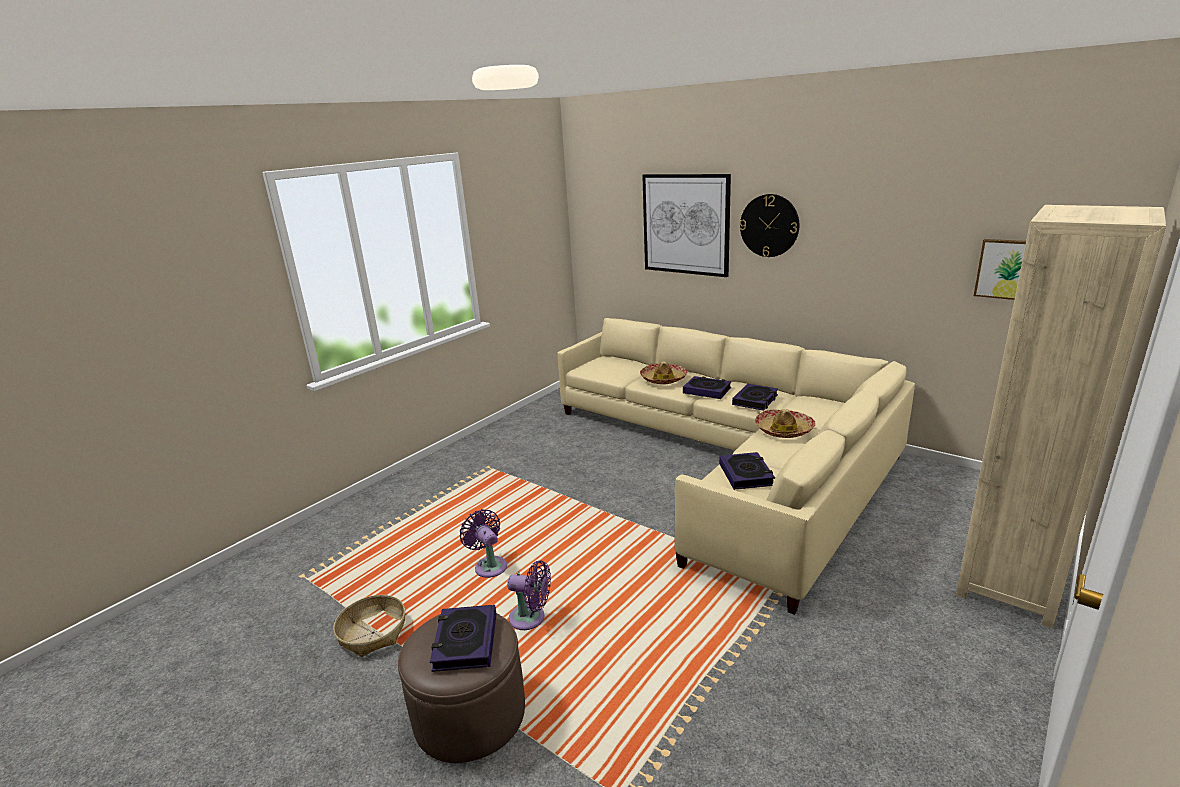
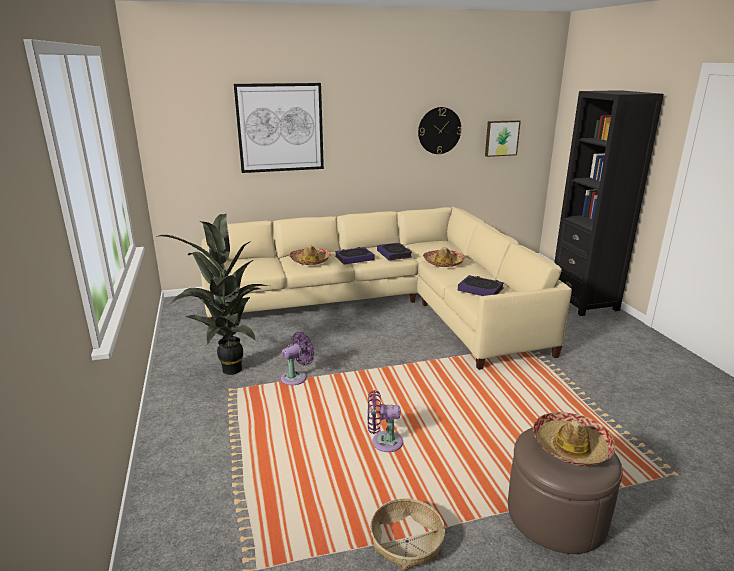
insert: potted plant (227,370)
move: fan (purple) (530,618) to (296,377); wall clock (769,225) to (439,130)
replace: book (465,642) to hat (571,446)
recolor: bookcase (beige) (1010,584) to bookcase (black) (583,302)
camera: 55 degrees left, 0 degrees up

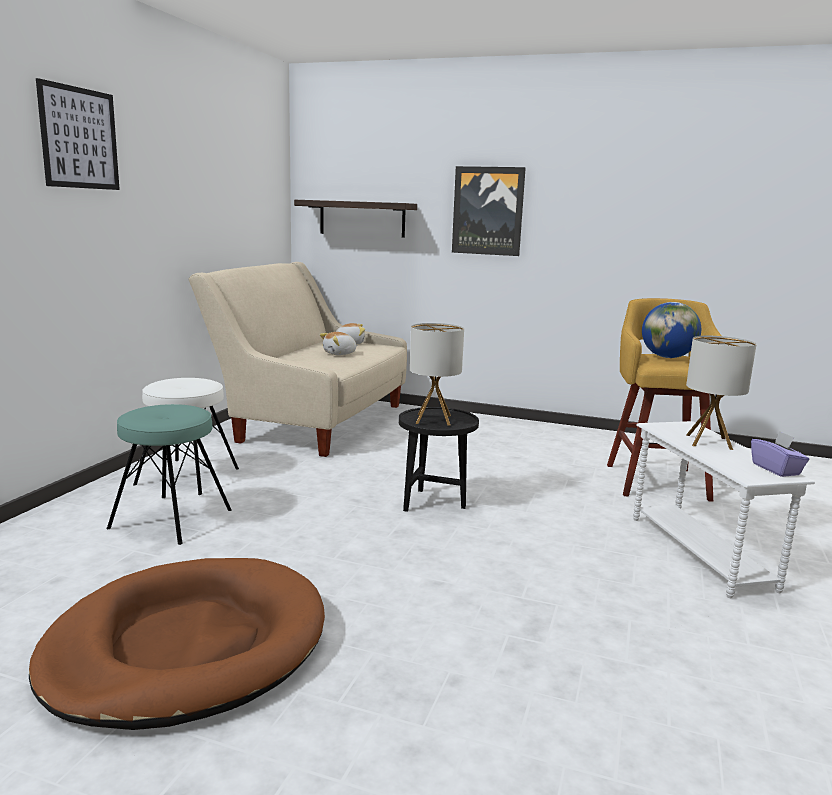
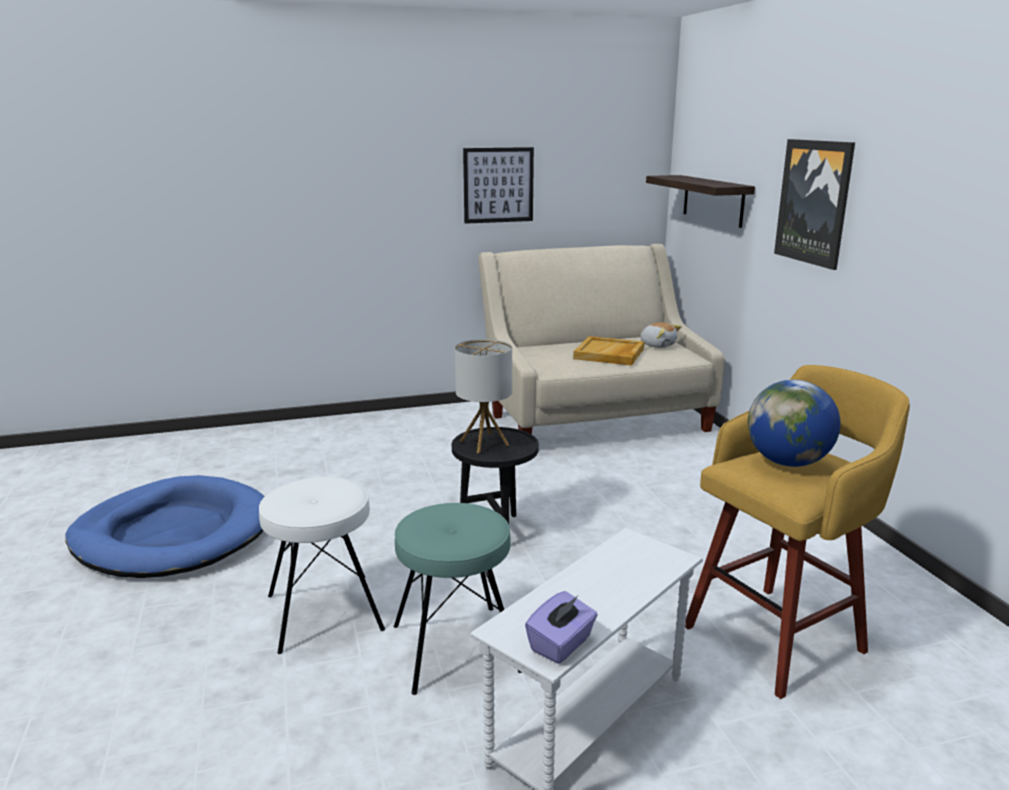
delete: table lamp (709,442)
move: picture (79,138) to (498,185); stool (turquoise) (171,519) to (455,648); stool (white) (187,476) to (324,612)
replace: plush toy (340,354) to tray (beige) (609,354)
recolor: dog bed (brown) (187,647) to dog bed (blue) (173,534)
camera: 55 degrees right, 5 degrees up

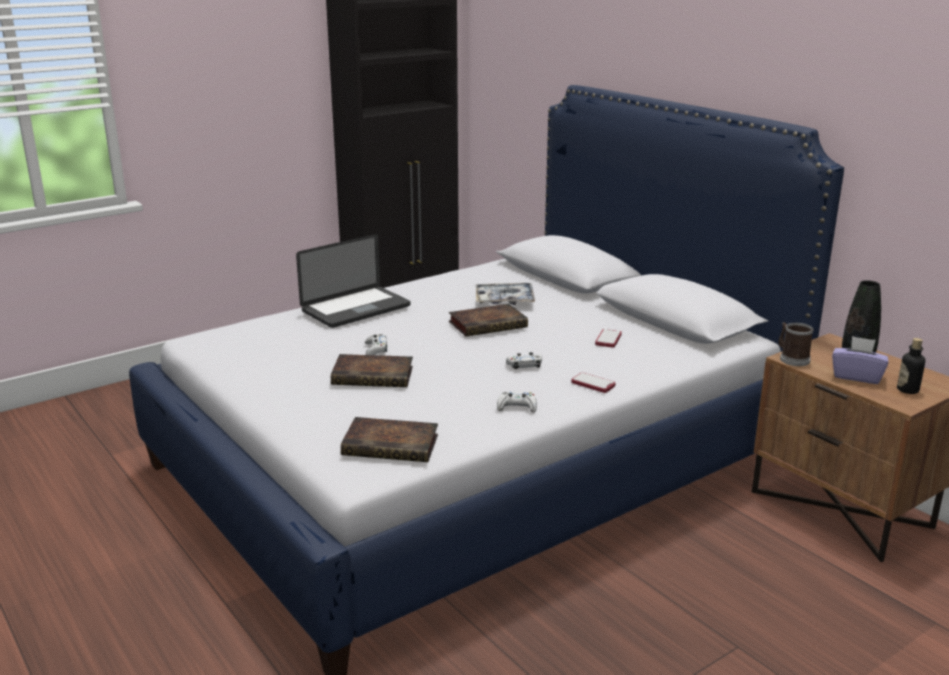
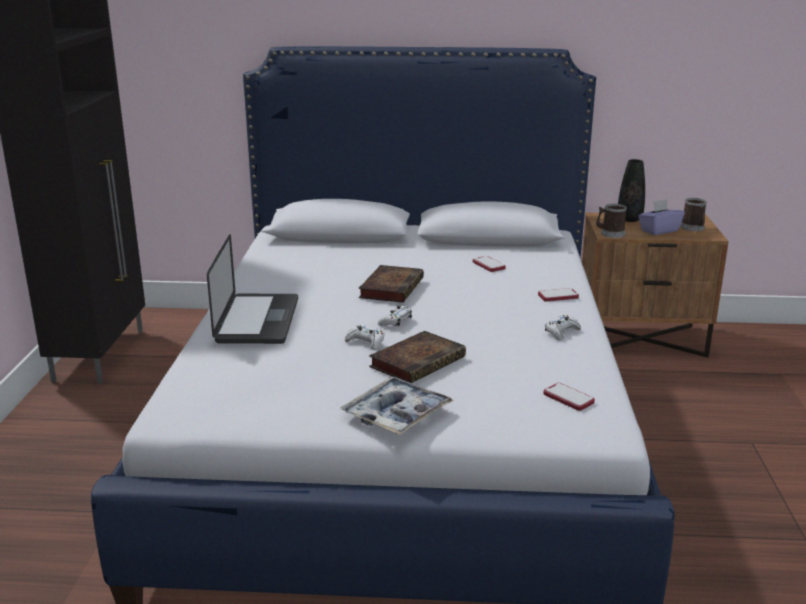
move: tray (504,300) to (396,414); game controller (white) (524,365) to (395,321)
replace: book (393,445) to phone (568,398); bottle (907,390) to mug (693,228)
camera: 50 degrees left, 0 degrees up

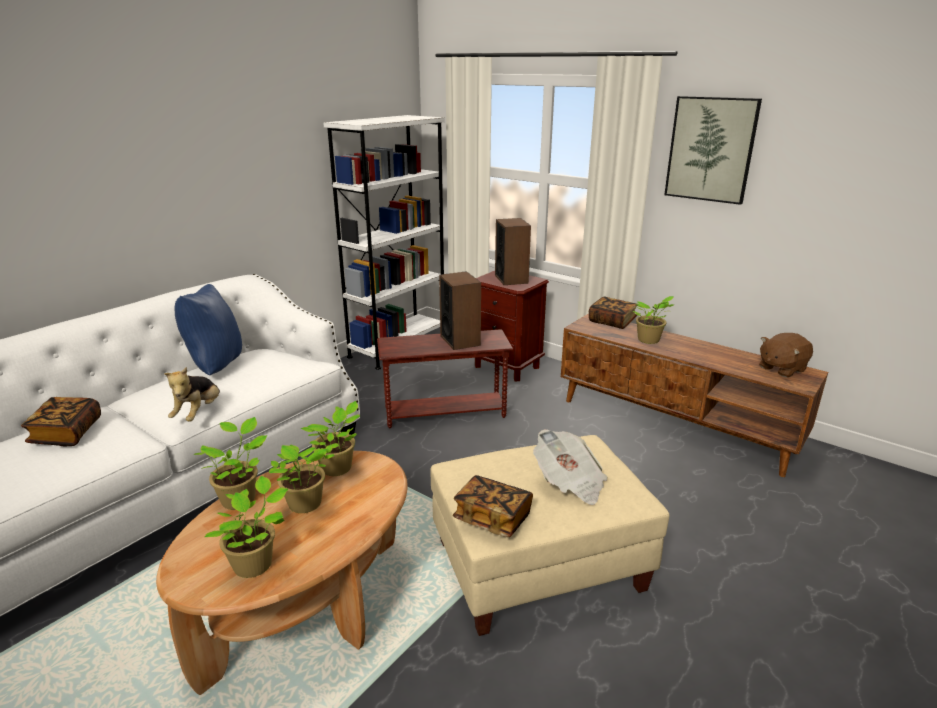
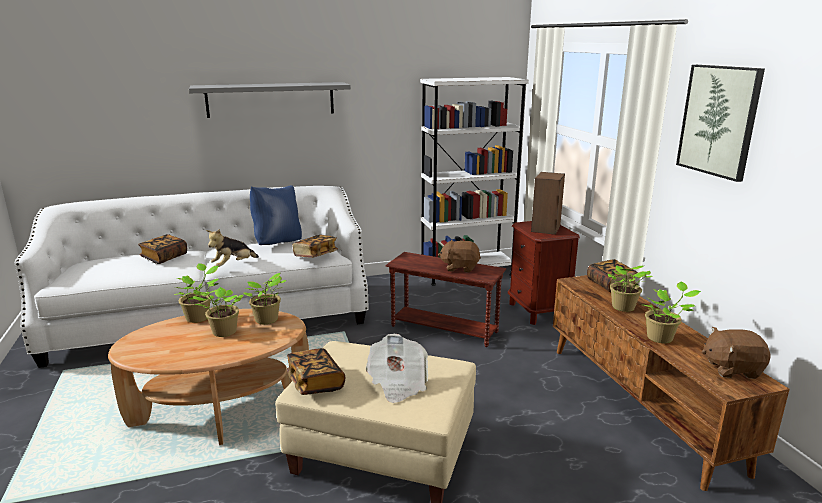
insert: shelf (grey) (271,99); book (315,255)
move: potted plant (256,564) to (662,338)
replace: speaker (460,340) to plush toy (brown) (460,267)
camera: 35 degrees right, 5 degrees down

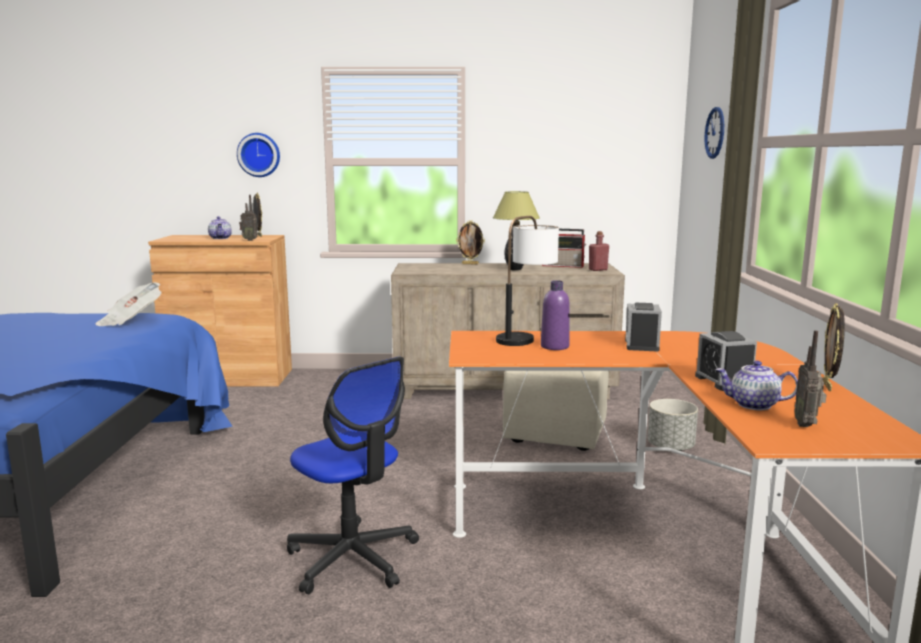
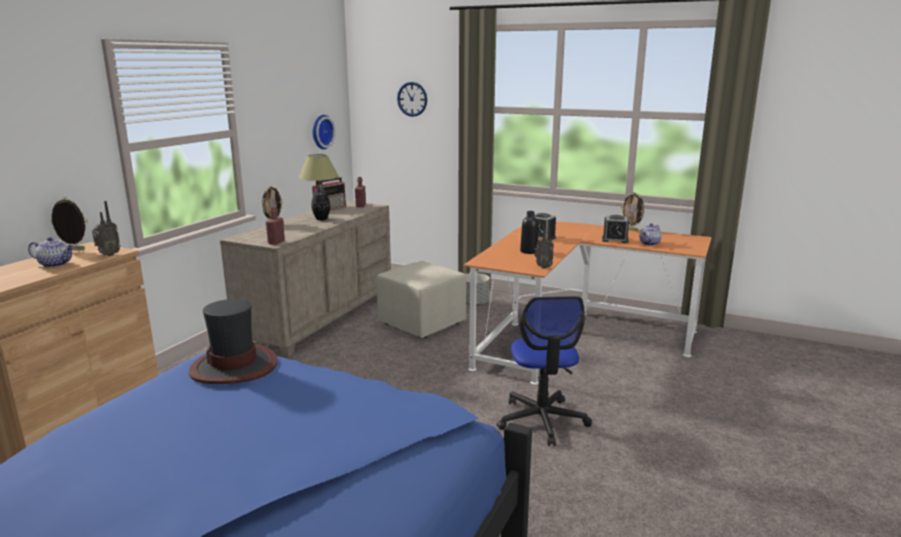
delete: table lamp (526,337)
insert: bottle (red) (276,242)
move: wall clock (259,155) to (321,131); radio (807,425) to (544,267)
replace: newspaper (130,321) to hat (234,366)
recolor: bottle (purple) (554,346) to bottle (black) (529,251)
rotate: office chair (353,558) = (542,420) 105 degrees clockwise
camera: 65 degrees left, 5 degrees up

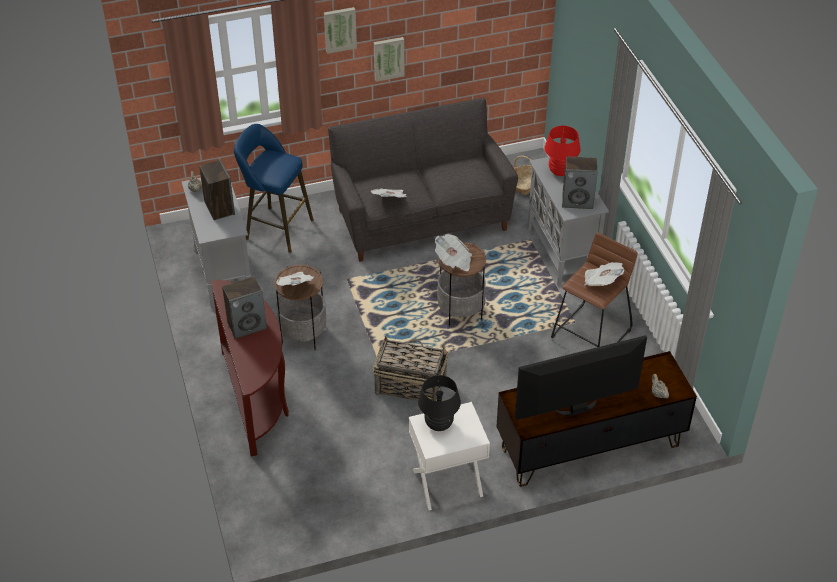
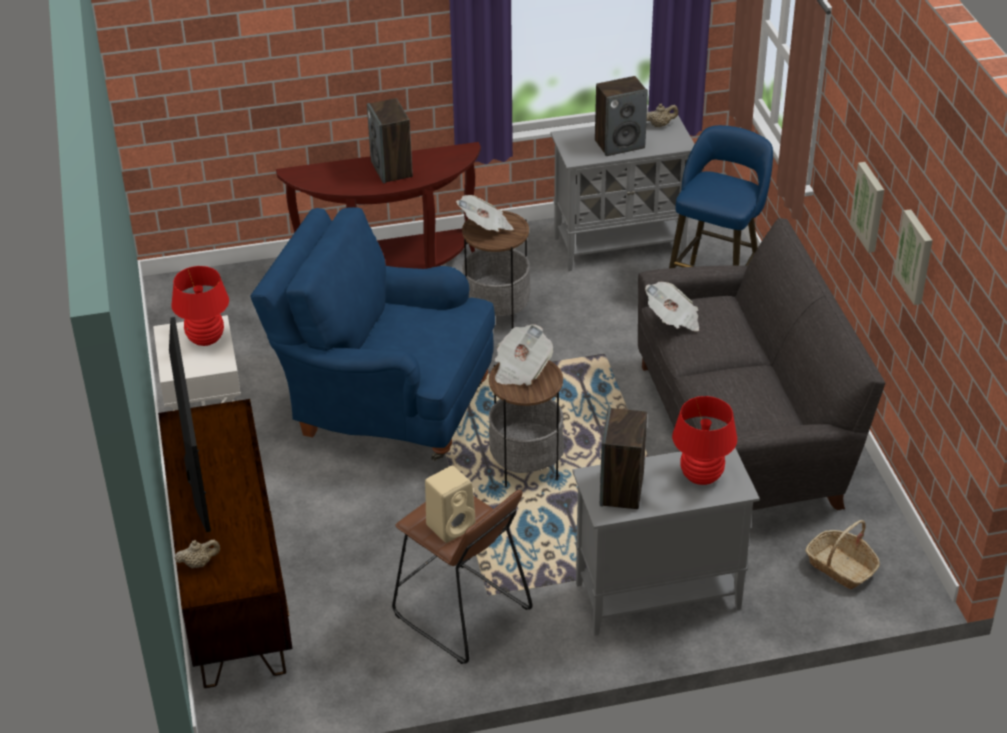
move: picture (339,29) to (916,256)
replace: basket (410,386) to armchair (blue) (385,408); newspaper (601,281) to speaker (beige) (451,525)
recolor: table lamp (black) (438,424) to table lamp (red) (206,339)
camera: 95 degrees right, 5 degrees down

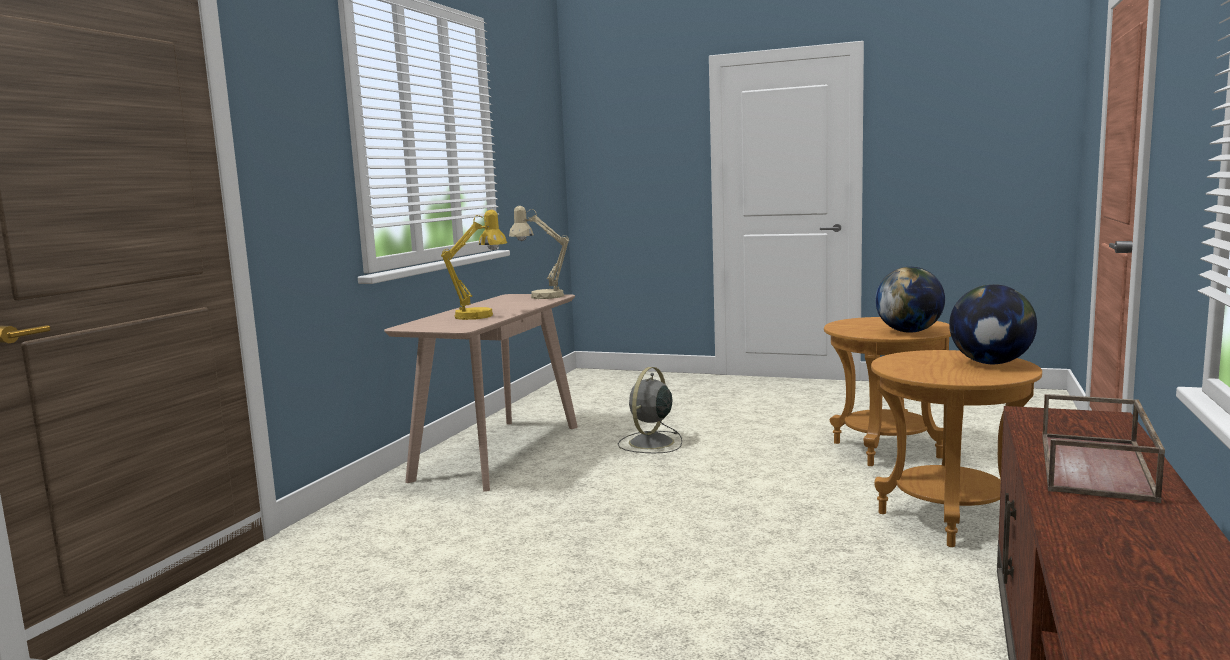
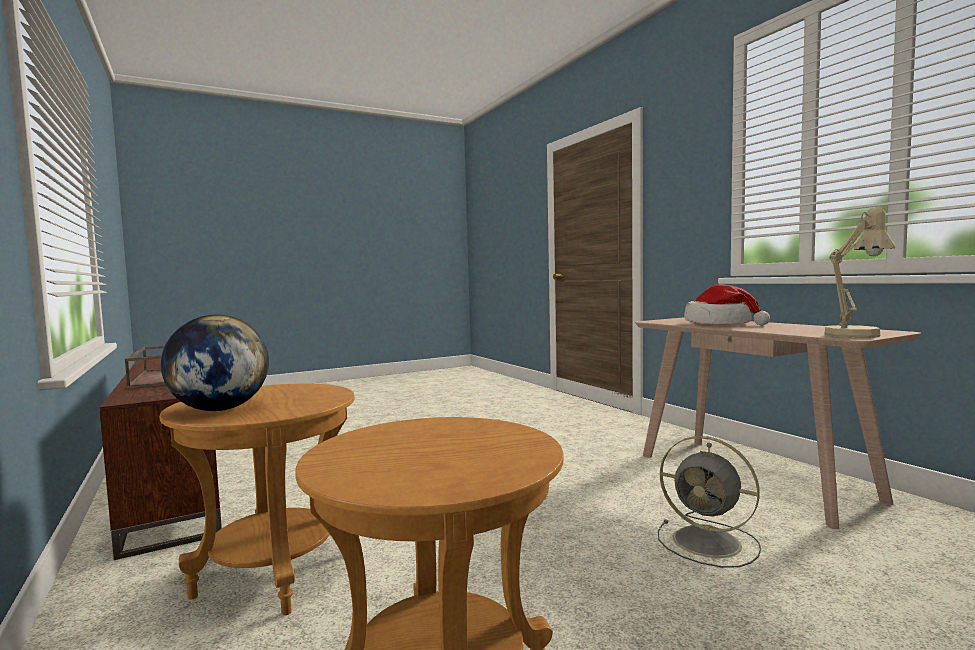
delete: globe (909,332)
replace: table lamp (yellow) (481,315) to hat (720,324)
rotate: fan (grey) (650,443) = (709,542) 150 degrees clockwise
camera: 130 degrees right, 5 degrees down

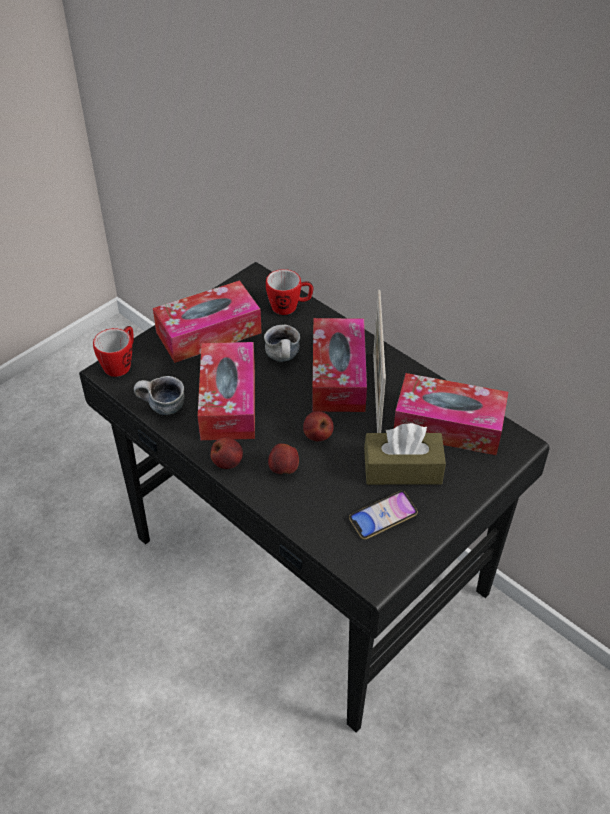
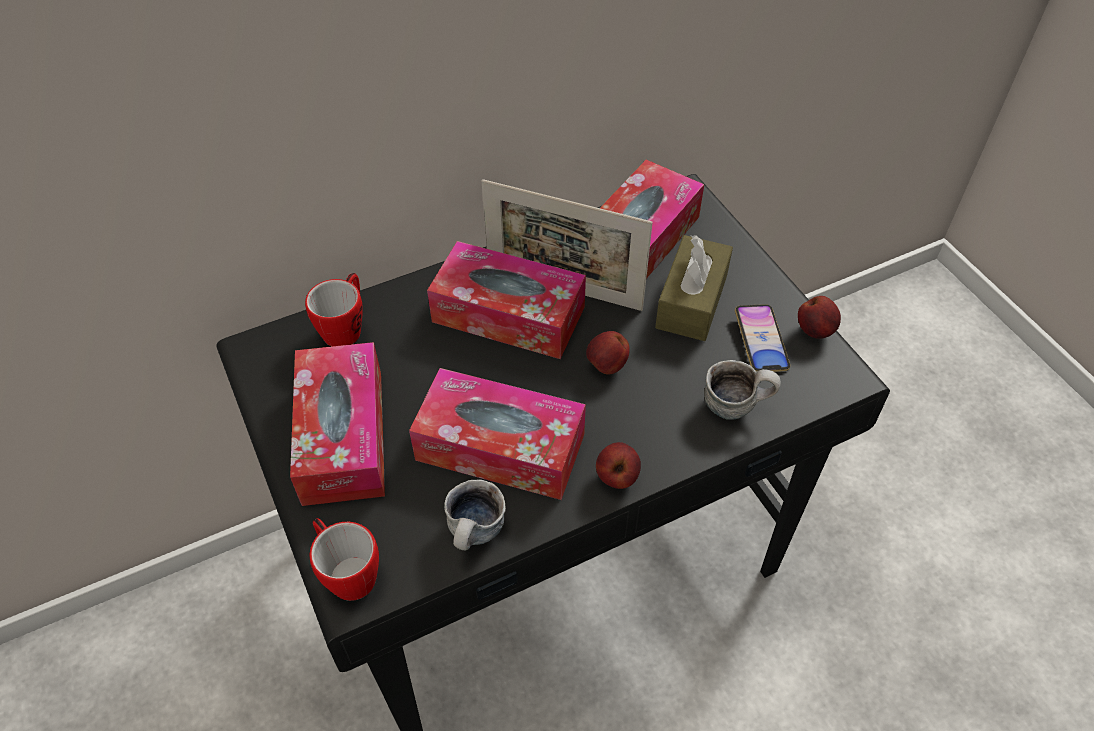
move: mug (284,358) to (736,404); apple (284,470) to (815,330)
camera: 70 degrees left, 5 degrees up

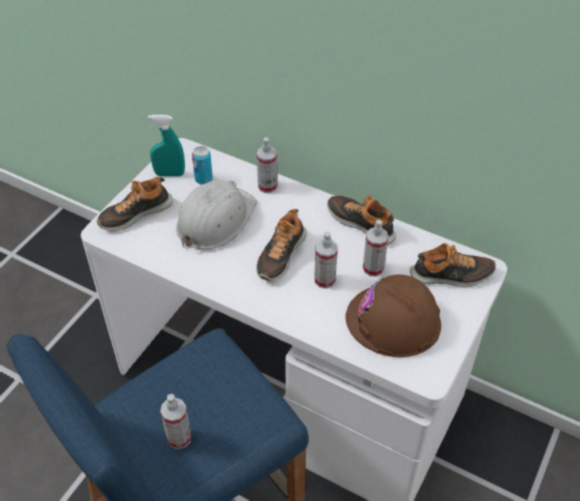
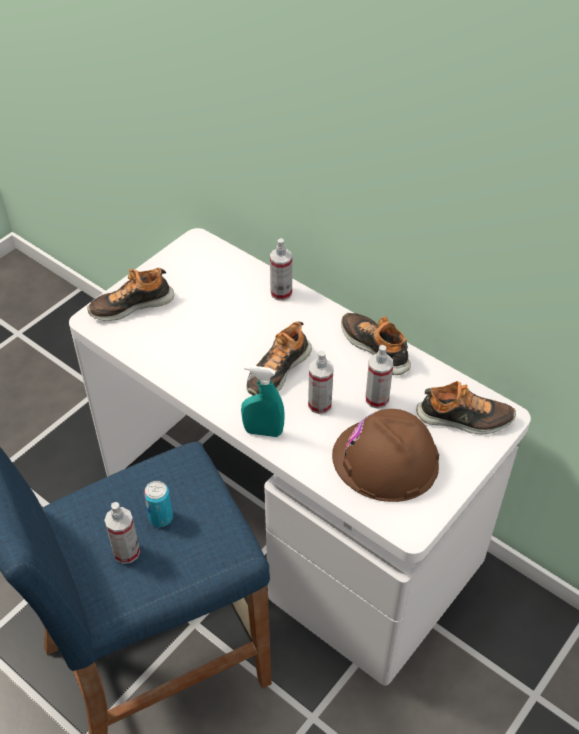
delete: hard hat (white) (215,220)
move: spray bottle (turquoise) (169,174) to (263,431); can (203,179) to (161,517)
camera: 10 degrees right, 0 degrees up

